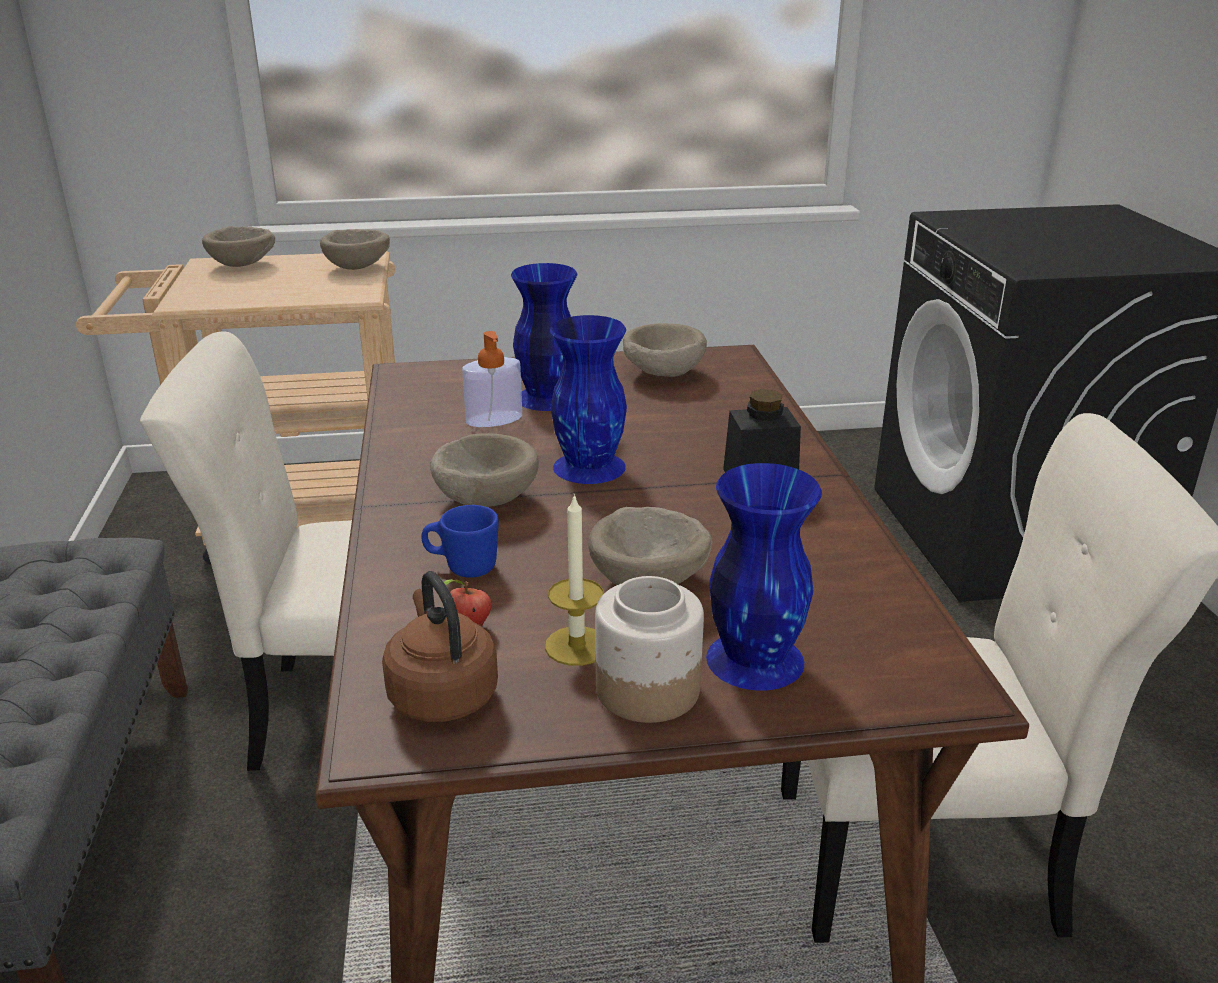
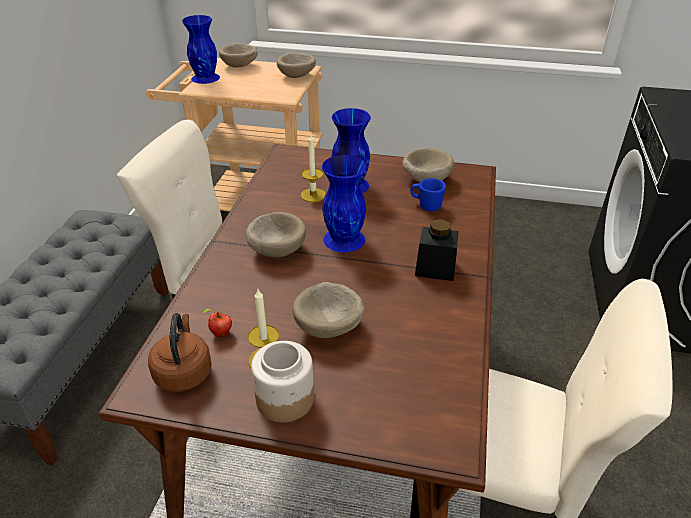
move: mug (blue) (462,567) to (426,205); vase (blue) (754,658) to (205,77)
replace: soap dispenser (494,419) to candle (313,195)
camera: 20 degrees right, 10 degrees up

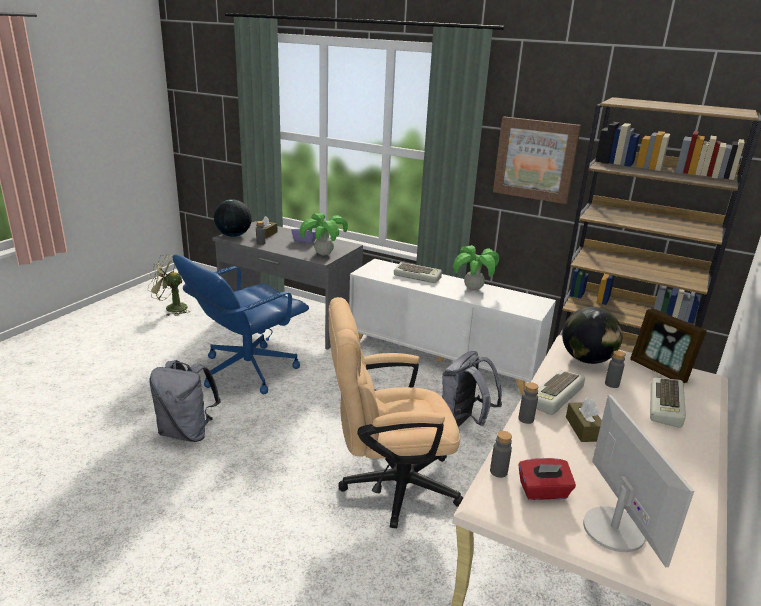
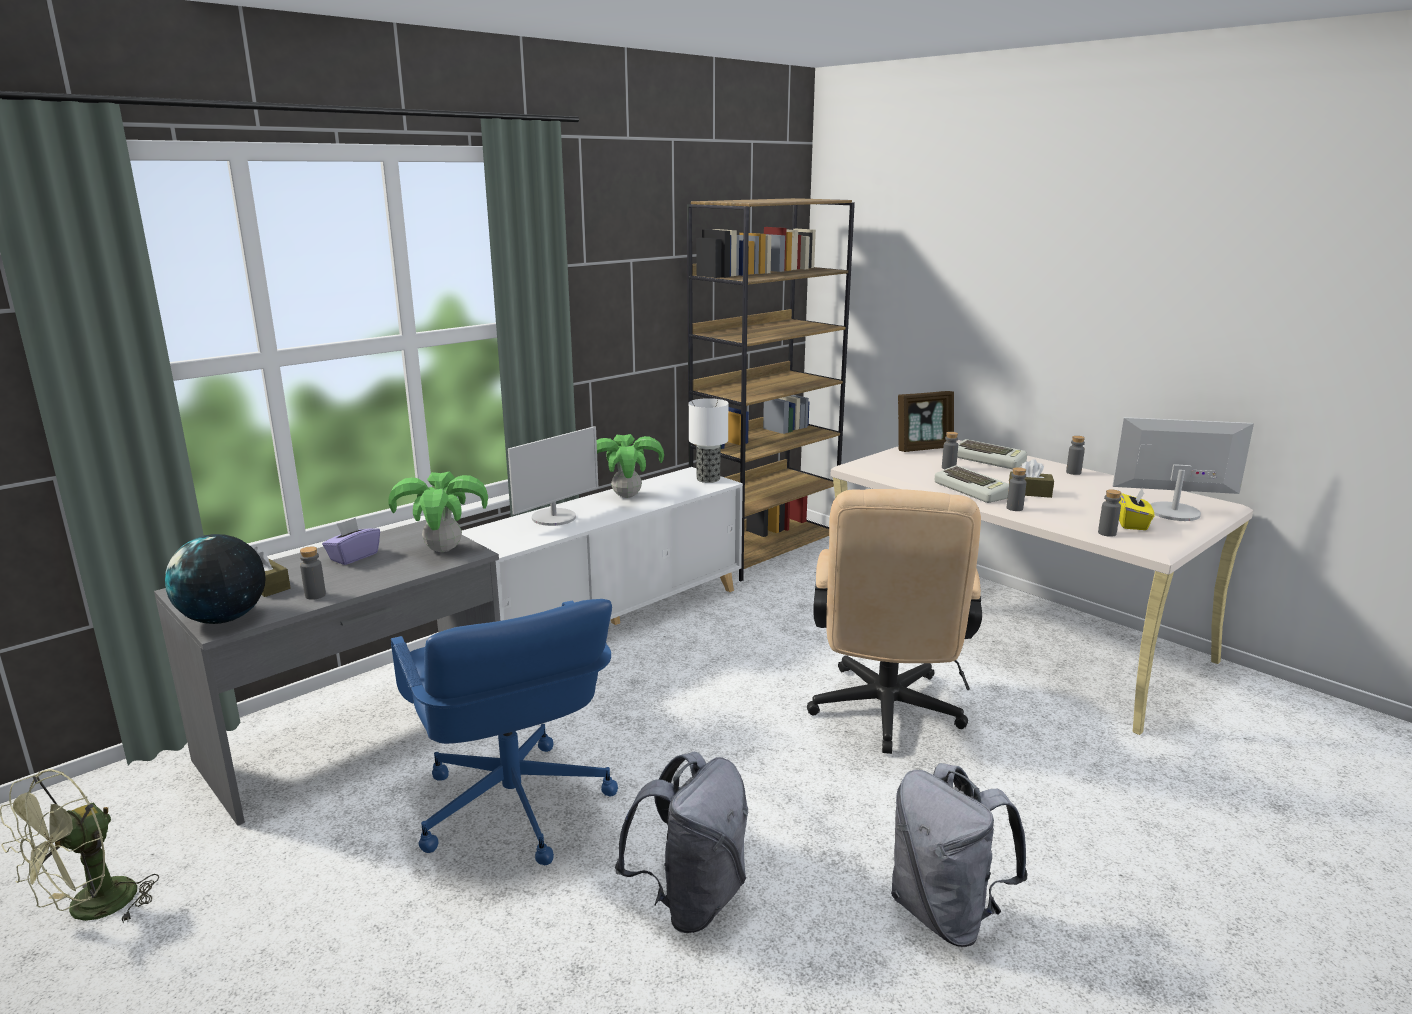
delete: picture (535,159); globe (586,359)
insert: table lamp (707,479); bottle (grey) (1073,472)
move: backpack (grey) (464,422) to (946,914)
replace: keyboard (418,276) to monitor (554,517)
recolor: tissue box (red) (543,491) to tissue box (yellow) (1132,523)
camera: 70 degrees left, 5 degrees down

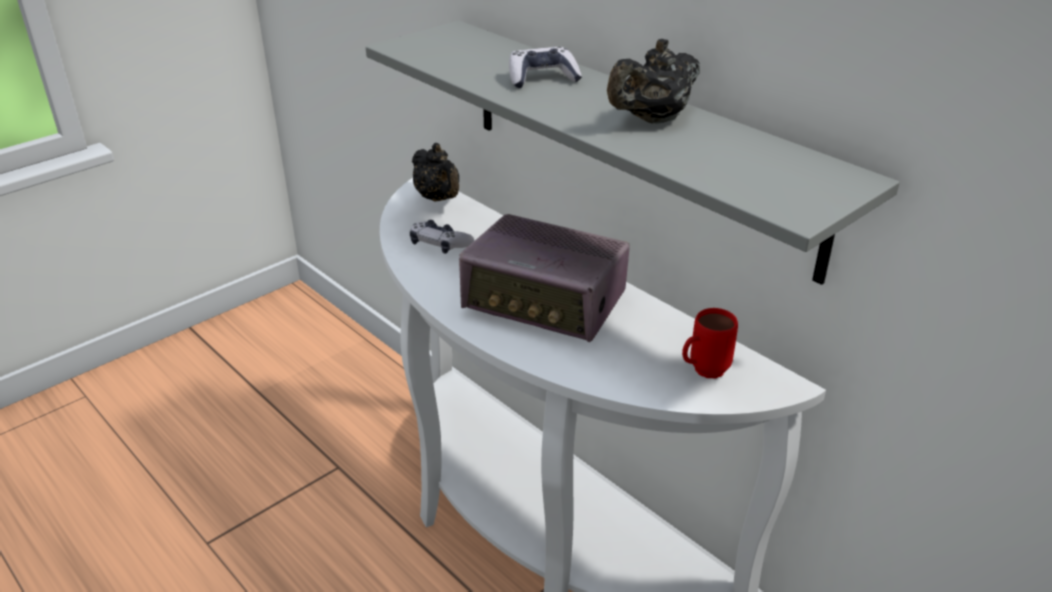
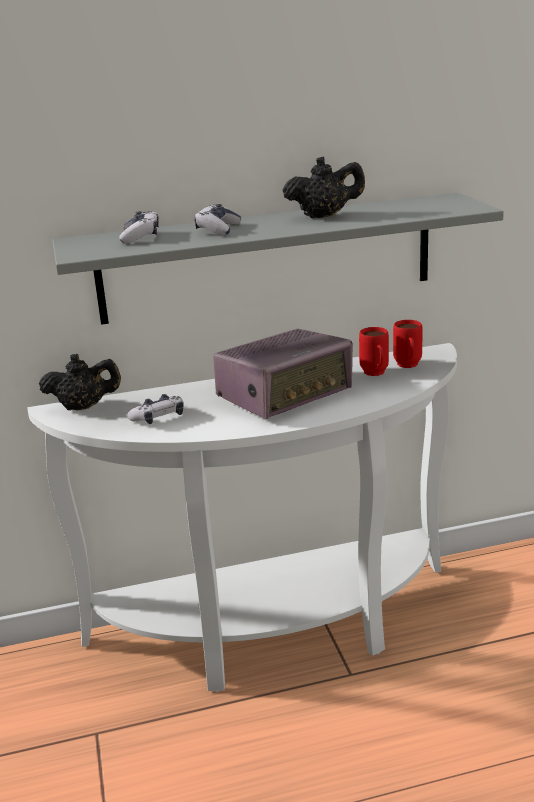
insert: game controller (140,236); mug (red) (375,374)
rotate: teapot (black) (652,120) = (324,216) 90 degrees counterclockwise
camera: 60 degrees left, 10 degrees down

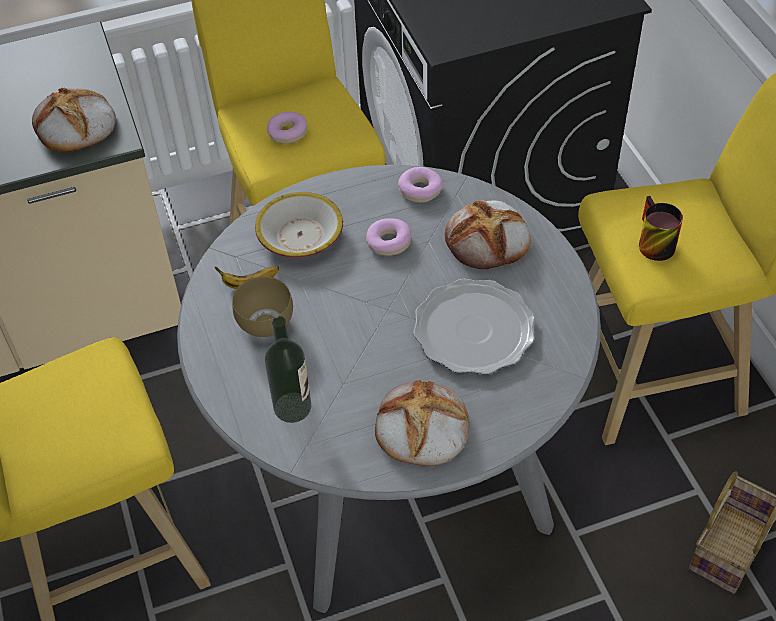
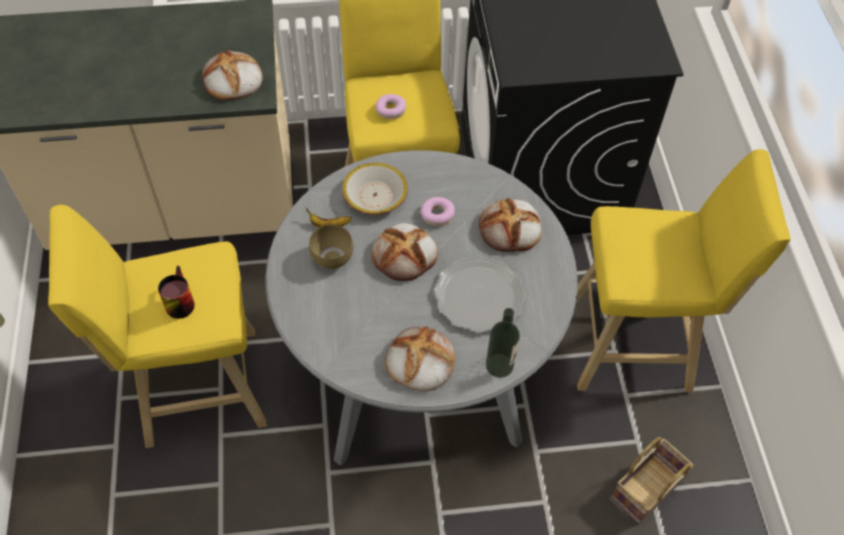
delete: donut (420,190)
insert: bread (405,255)
move: bottle (292,407) to (499,365); mug (651,242) to (178,301)
camera: 10 degrees right, 5 degrees up

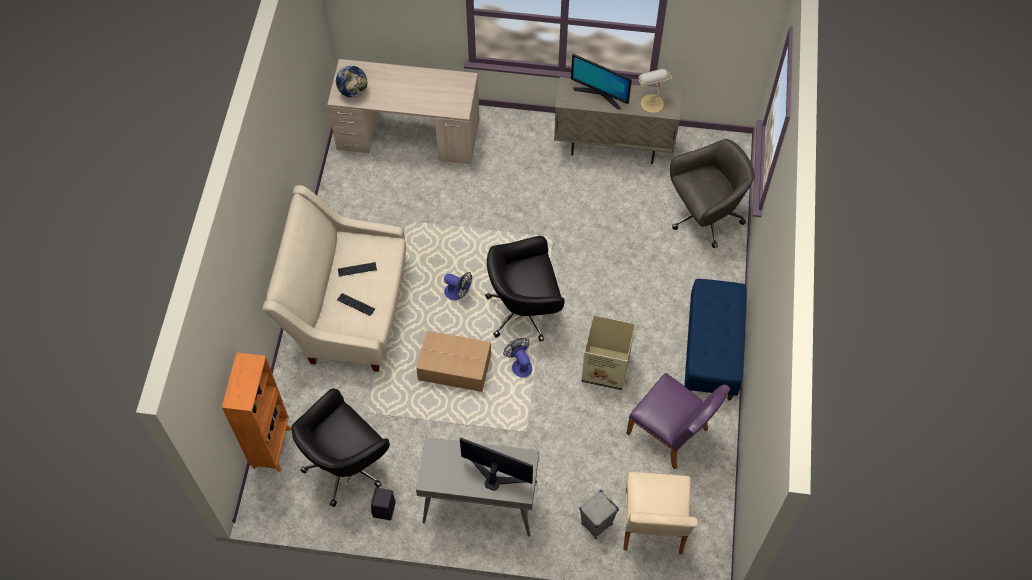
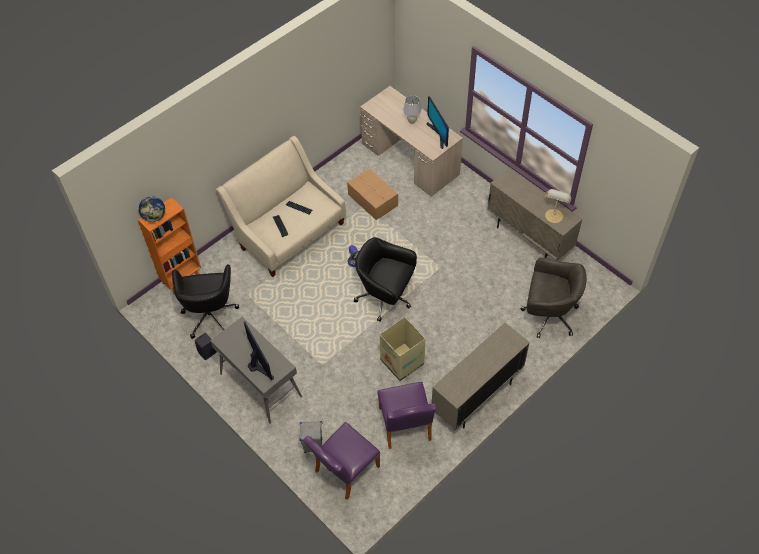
delete: fan (520,365)
insert: table lamp (white) (412,121)
move: globe (353,91) to (154,217); cardboard box (455,368) to (373,200); monitor (600,94) to (439,134)
replace: bench (blue) (712,352) to cabinet (beige) (477,397)
recolor: chair (beige) (653,527) to chair (purple) (344,471)
rotate: office chair (black) (346,464) = (210,315) 90 degrees counterclockwise
camera: 40 degrees right, 5 degrees down

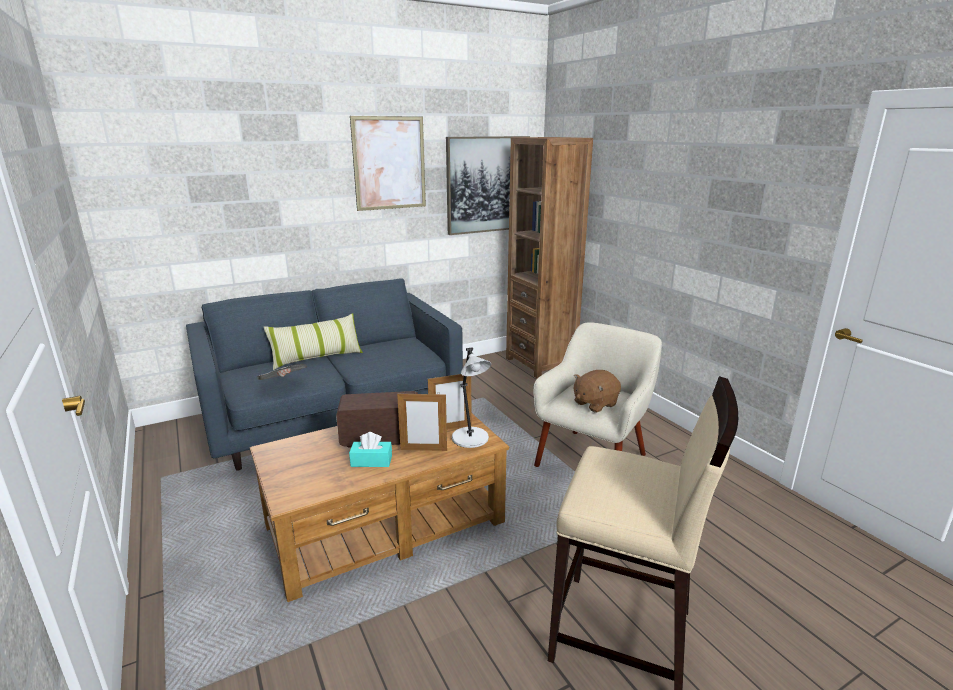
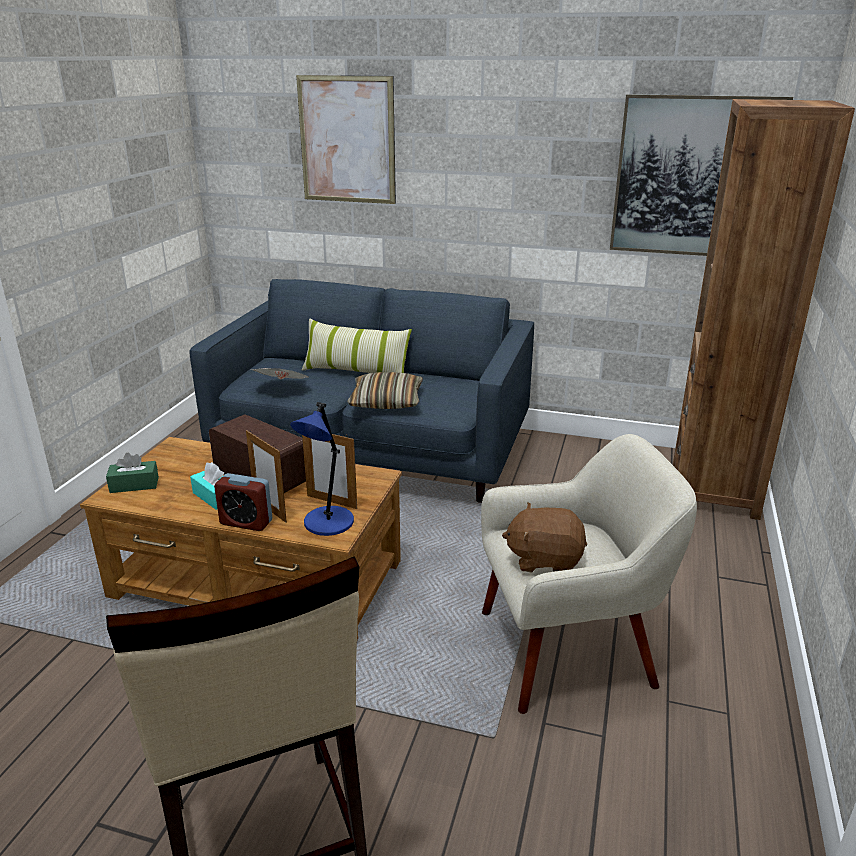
insert: tissue box (green) (134,485); alarm clock (246,522); pillow (386,401)
move: picture (389,163) to (347,140)
recolor: table lamp (grey) (471,439) to table lamp (blue) (327,523)
camera: 45 degrees right, 5 degrees up

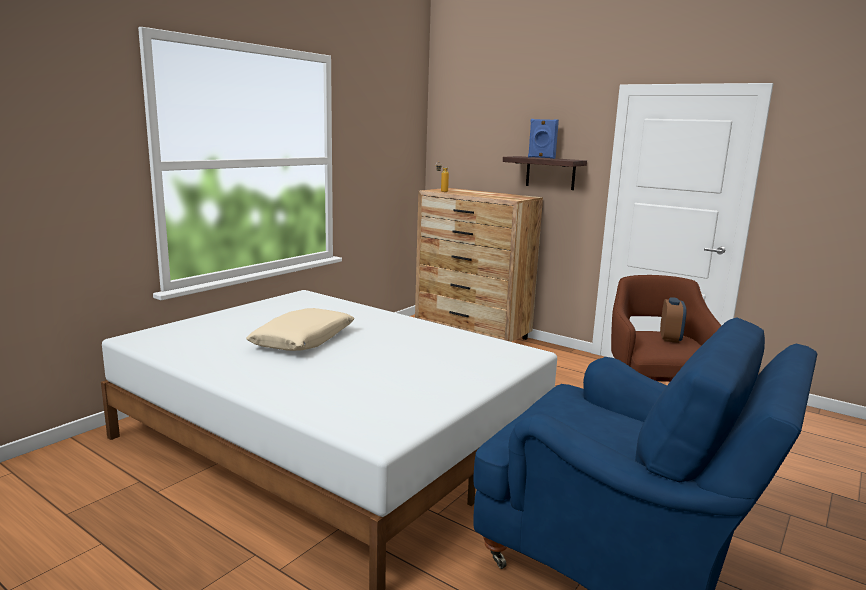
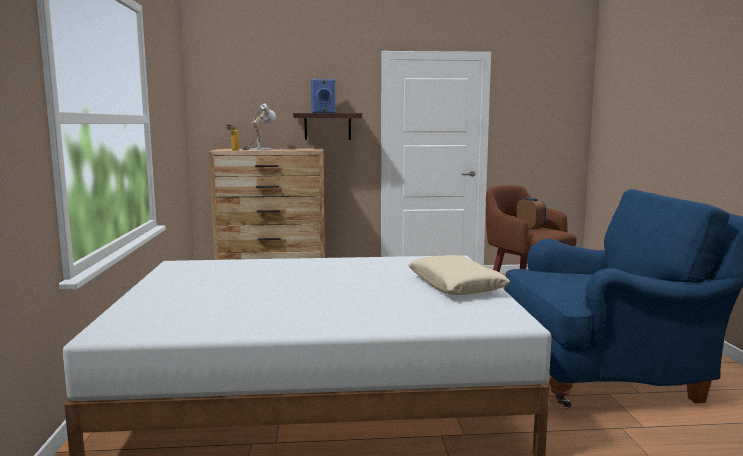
insert: table lamp (260,149)
move: pillow (beige) (303,340) to (456,286)
camera: 40 degrees left, 5 degrees down

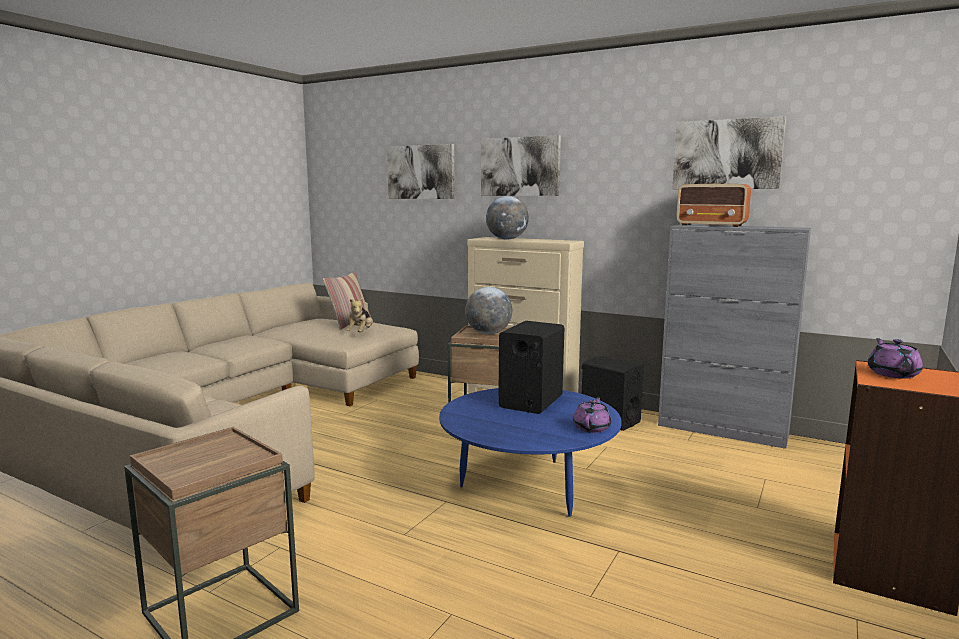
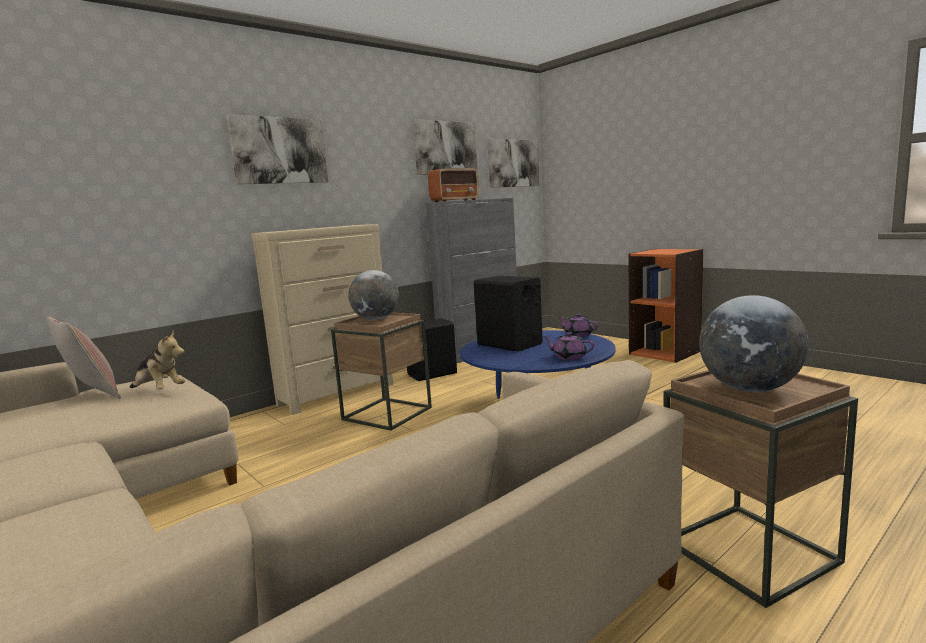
move: picture (421,172) to (513,163); globe (507,239) to (750,389); teapot (purple) (892,374) to (569,357)
camera: 70 degrees left, 0 degrees up

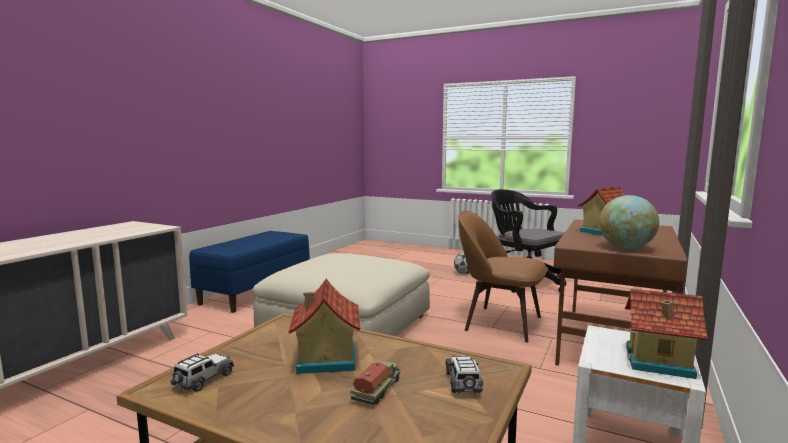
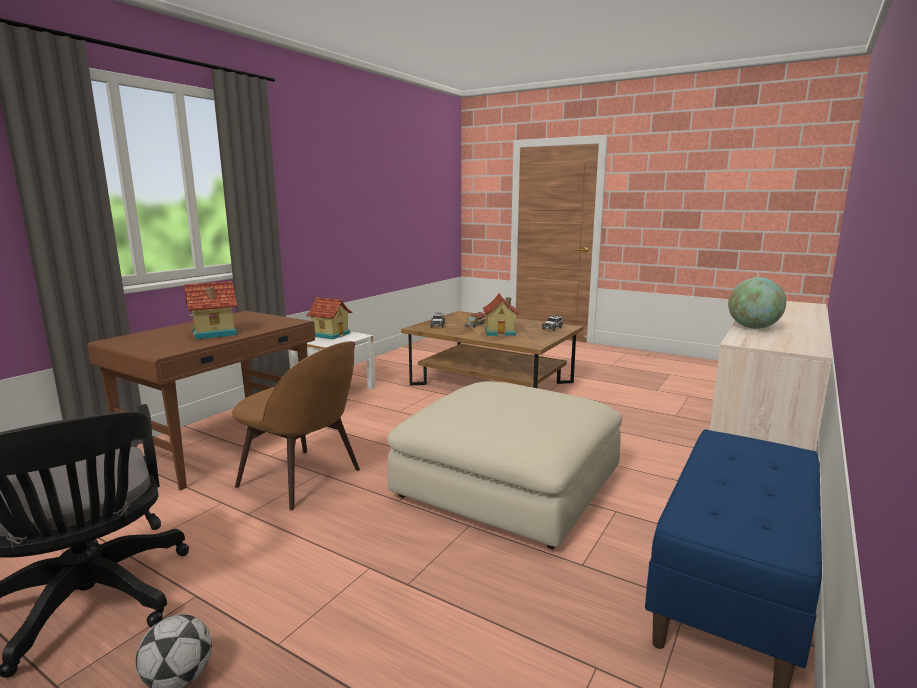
move: globe (626,248) to (753,328)
camera: 175 degrees left, 5 degrees up

